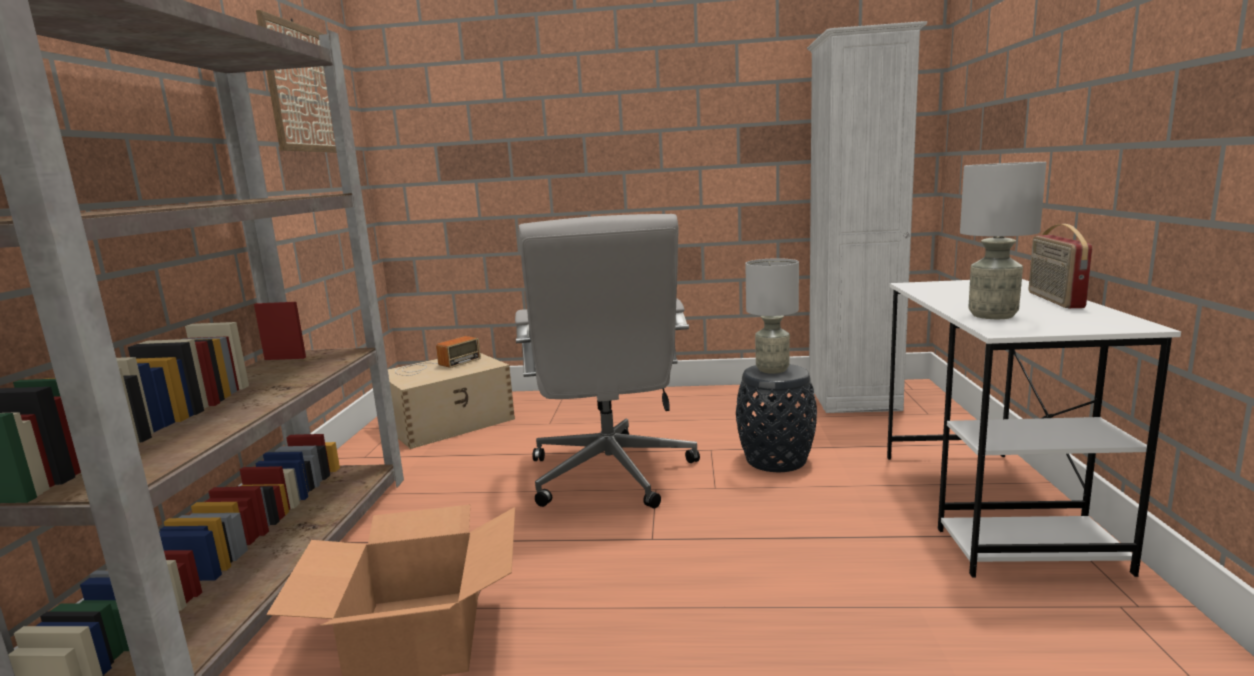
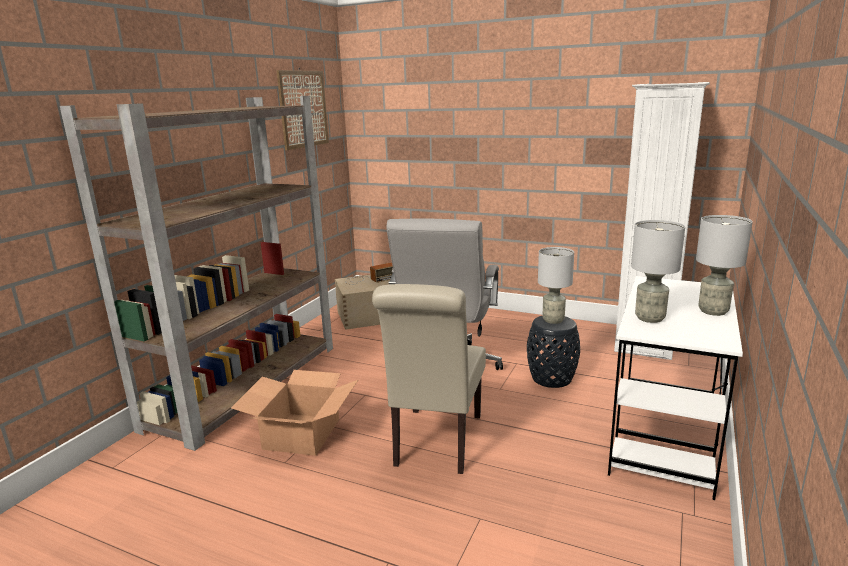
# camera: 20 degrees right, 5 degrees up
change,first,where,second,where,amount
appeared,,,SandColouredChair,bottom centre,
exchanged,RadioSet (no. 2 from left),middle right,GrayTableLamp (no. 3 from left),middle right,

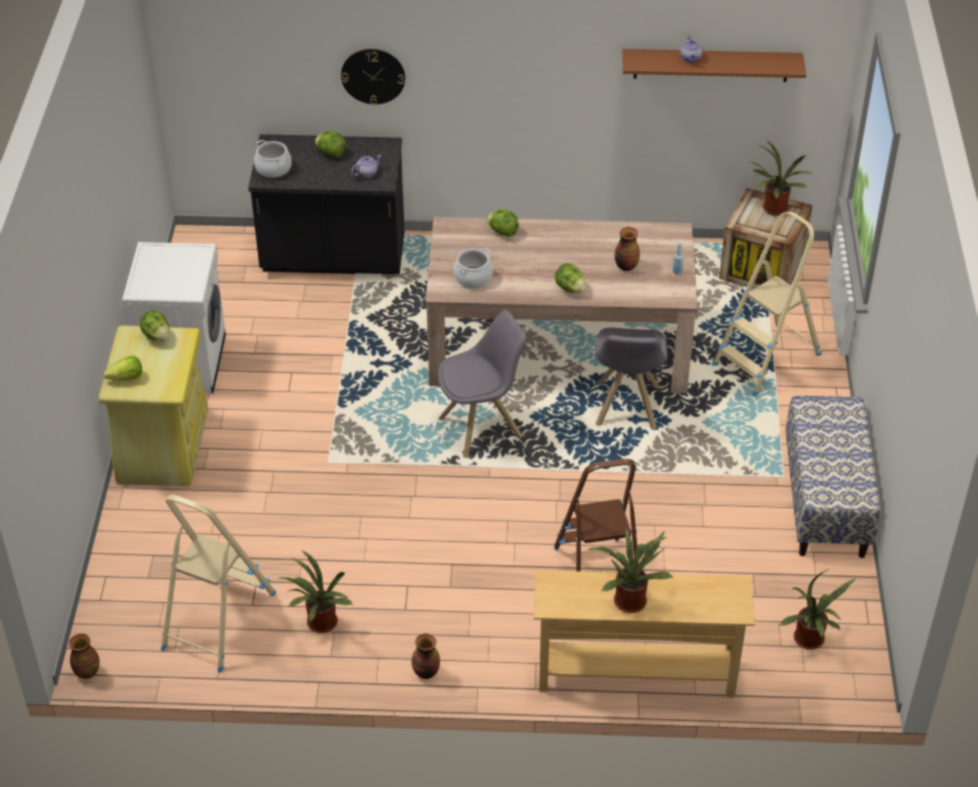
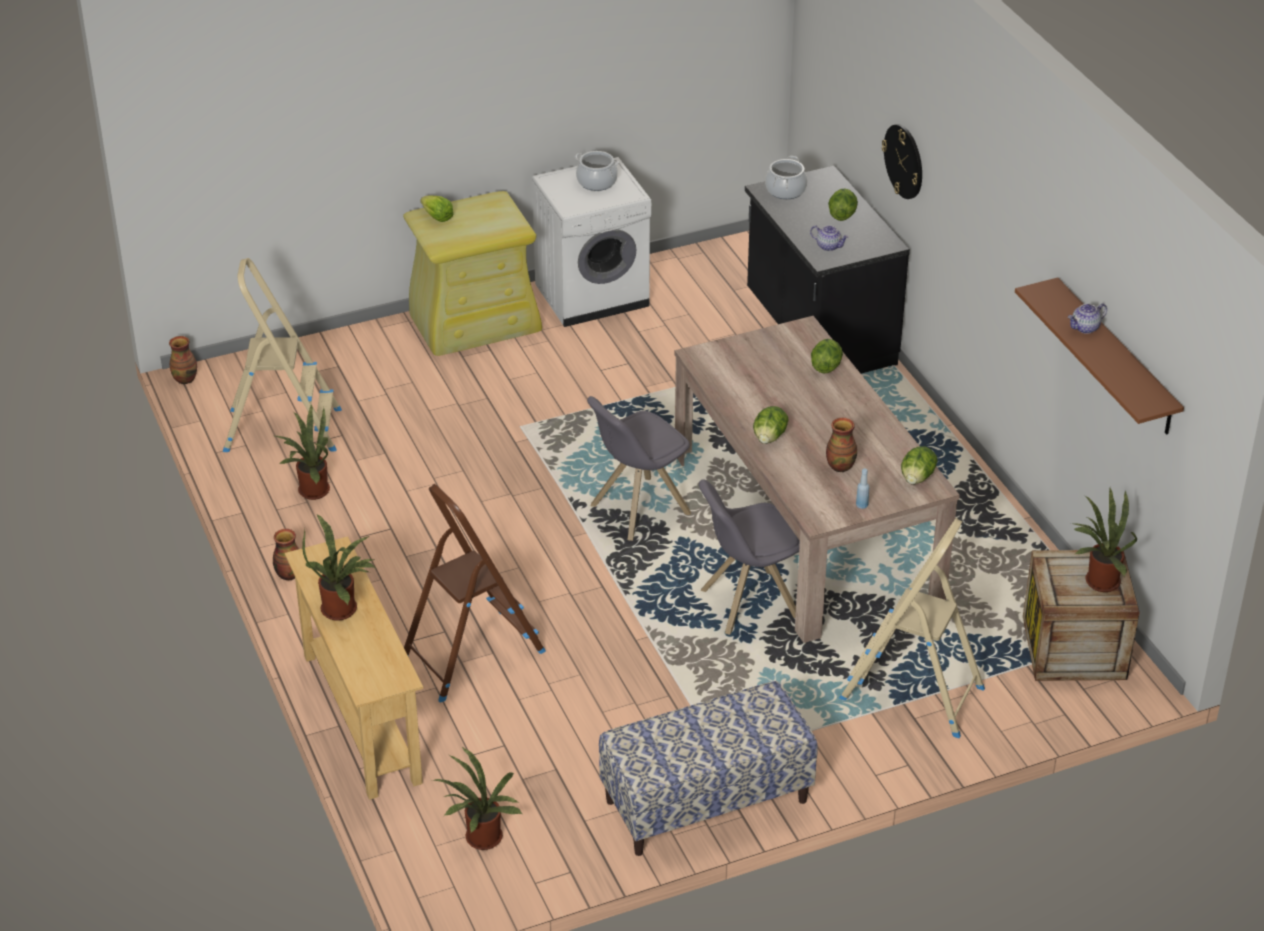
# camera: 65 degrees right, 5 degrees down
change,first,where,second,where,amount
relocated,HeadOfLettuce (no. 2 from left in the first image),middle left,HeadOfLettuce (no. 5 from left),middle right,
relocated,Saucepot (no. 2 from left in the first image),centre,Saucepot (no. 1 from left),top centre,
spun,GrayChair (no. 1 from left),centre,,centre,105 degrees clockwise

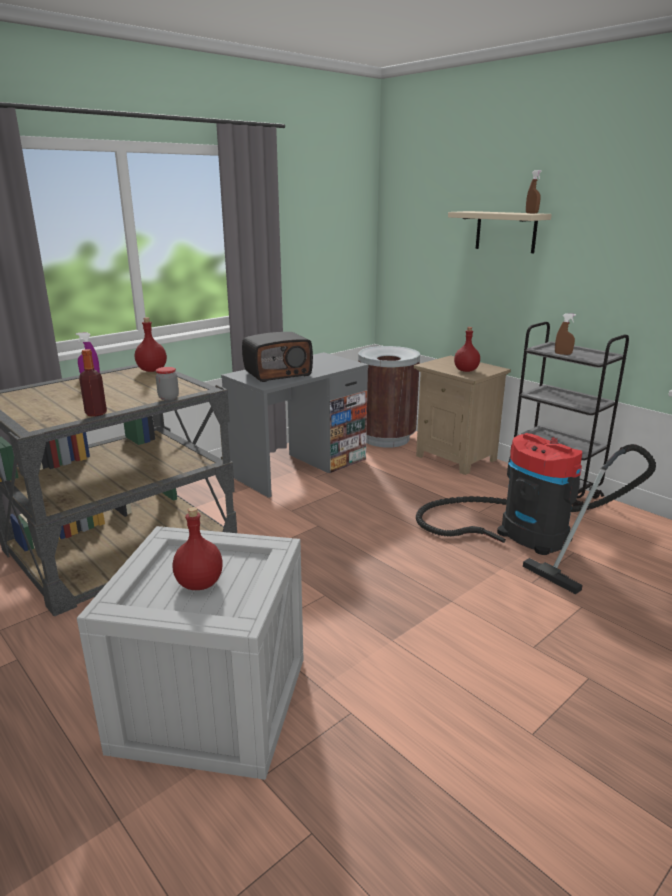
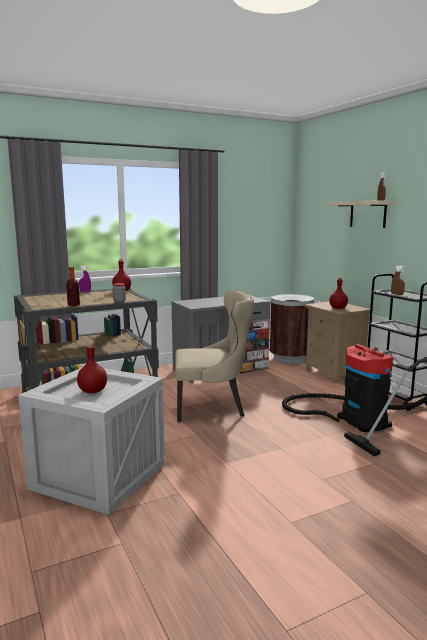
# camera: 15 degrees right, 10 degrees down
change,first,where,second,where,amount
missing,RadioSet,centre,,,
appeared,,,SandColouredChair,centre,

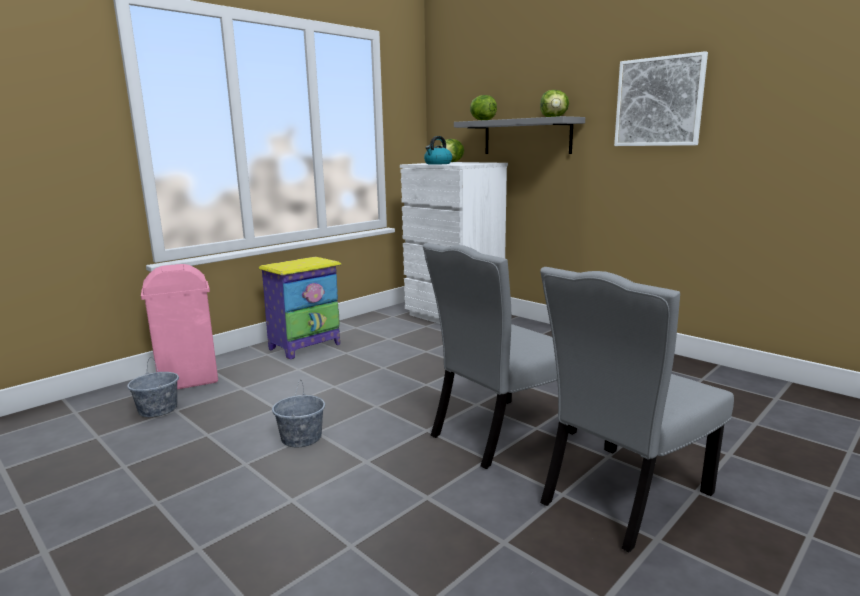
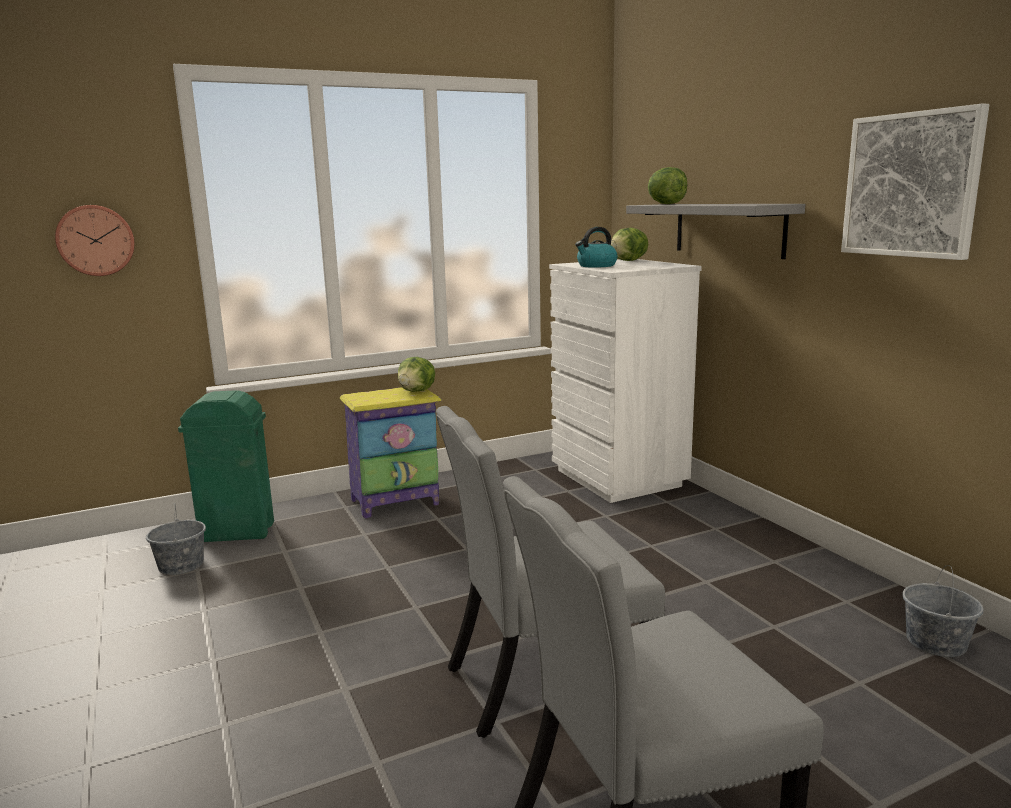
# camera: 20 degrees right, 0 degrees up
change,first,where,second,where,amount
appeared,,,WallClock,top left,
relocated,GrayBucket (no. 2 from left),bottom centre,,bottom right,
relocated,HeadOfLettuce (no. 3 from left in the first image),top centre,HeadOfLettuce (no. 1 from left),centre,
colour,PinkishRubbishBin,middle left,GreenishRubbishBin,middle left,

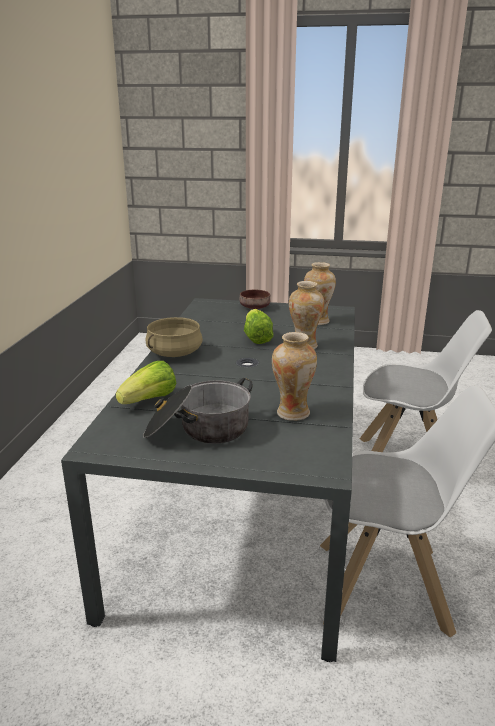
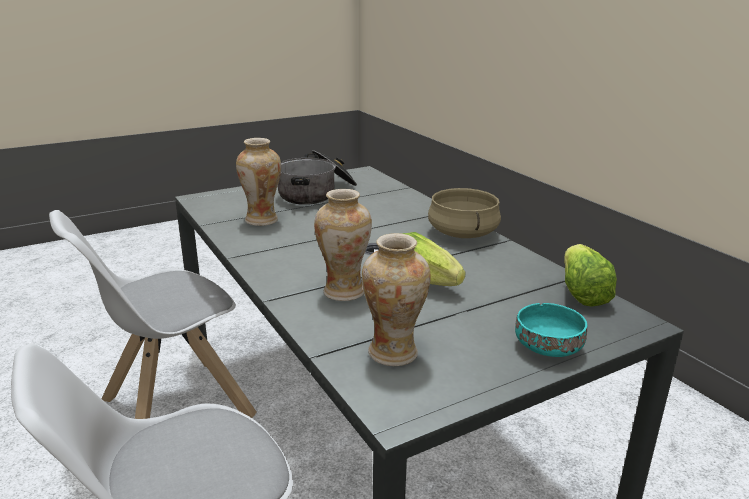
# camera: 140 degrees right, 0 degrees up
change,first,where,second,where,amount
relocated,HeadOfLettuce (no. 1 from left in the first image),middle left,HeadOfLettuce (no. 2 from left),middle right,
colour,BrownServingBowl,centre,TurquoiseColouredServingBowl,middle right,

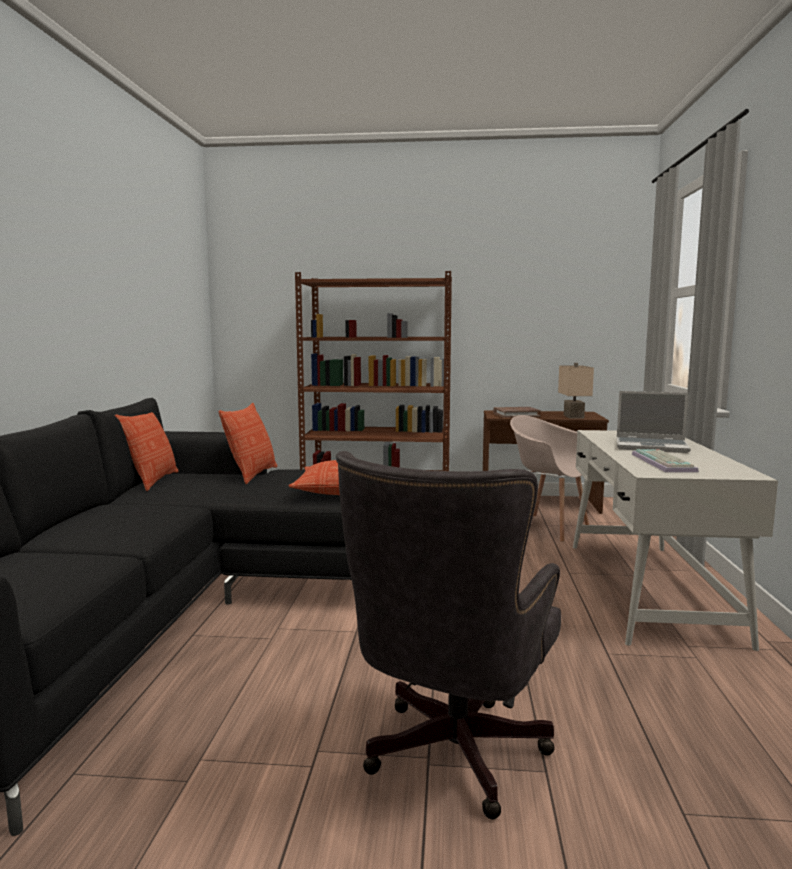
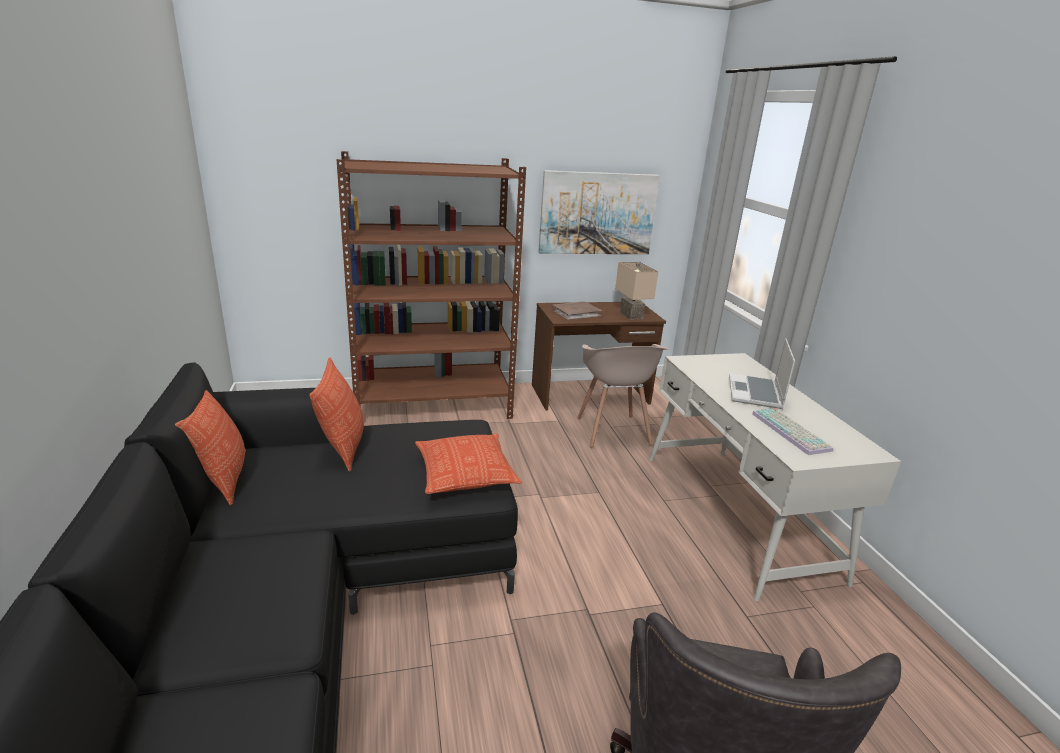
# camera: 20 degrees left, 15 degrees up
change,first,where,second,where,amount
appeared,,,WallPicture,top centre,
spun,SandColouredChair,middle right,,centre,120 degrees counterclockwise
spun,PortableComputer,middle right,,middle right,105 degrees clockwise

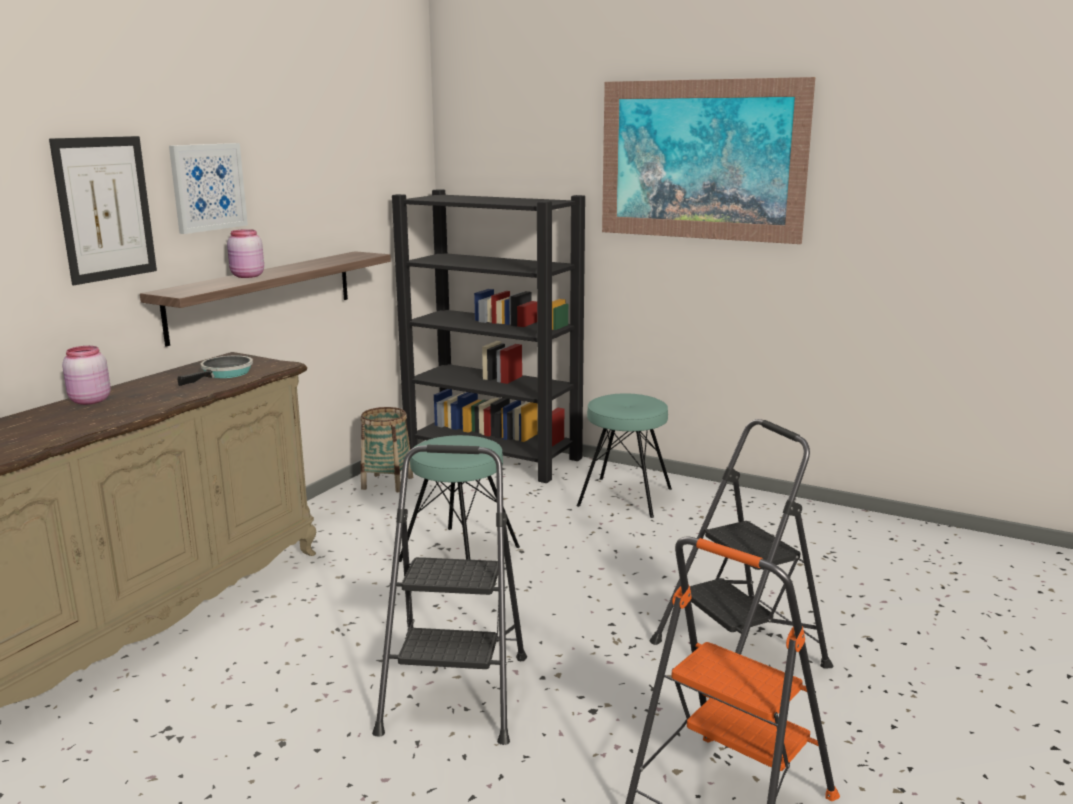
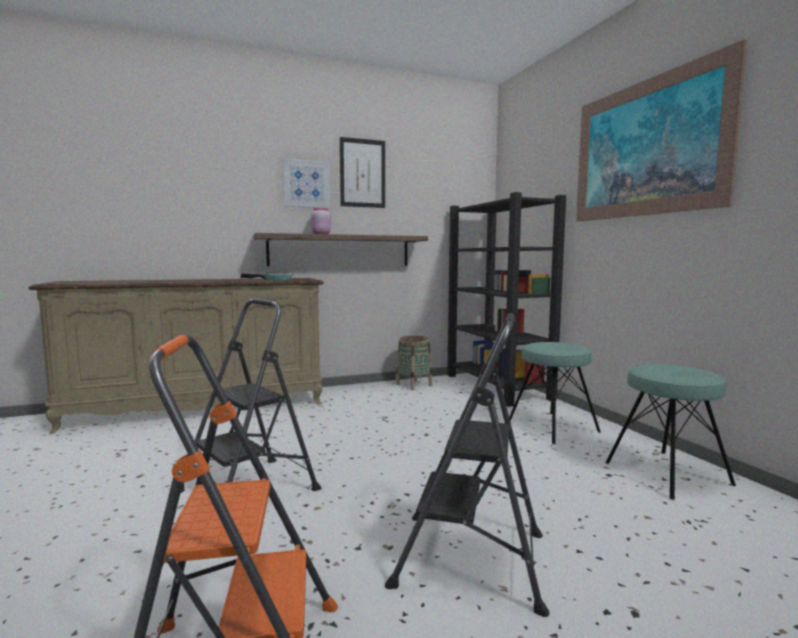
# camera: 40 degrees right, 10 degrees down
change,first,where,second,where,amount
missing,PinkishJar (no. 1 from left),middle left,,,
relocated,WallPicture (no. 1 from left in the first image),top left,WallPicture (no. 2 from left),top centre,
relocated,TurquoiseColouredStool (no. 1 from left in the first image),centre,TurquoiseColouredStool (no. 2 from left),bottom right,

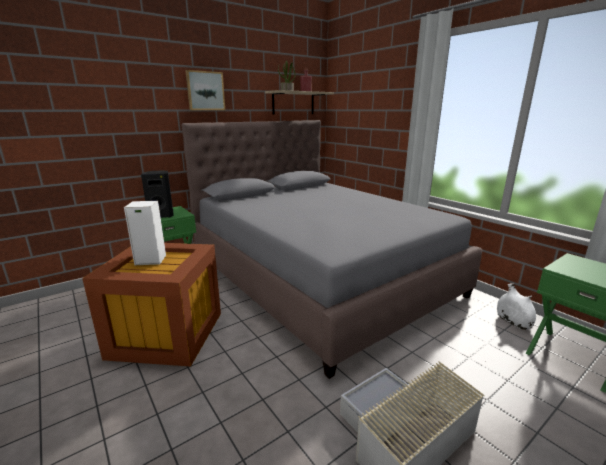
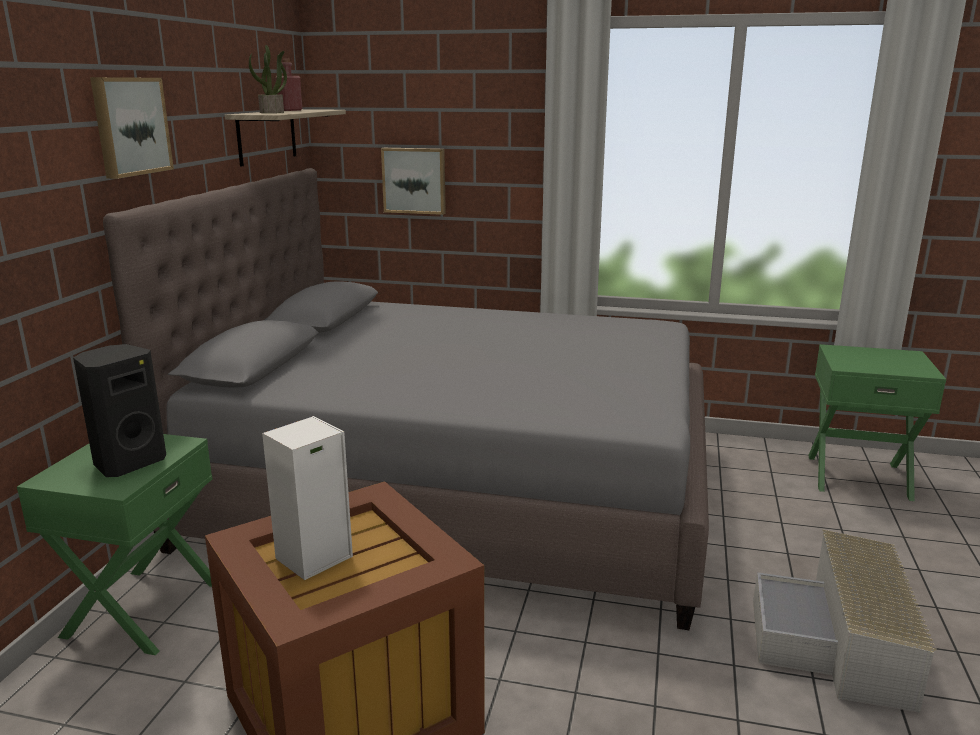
# camera: 40 degrees left, 0 degrees up
change,first,where,second,where,amount
missing,WhiteFlowerVase,middle right,,,
appeared,,,WallPicture (no. 2 from left),top centre,

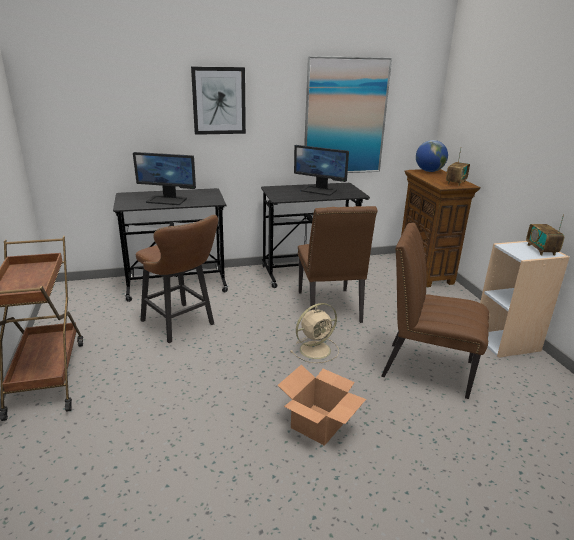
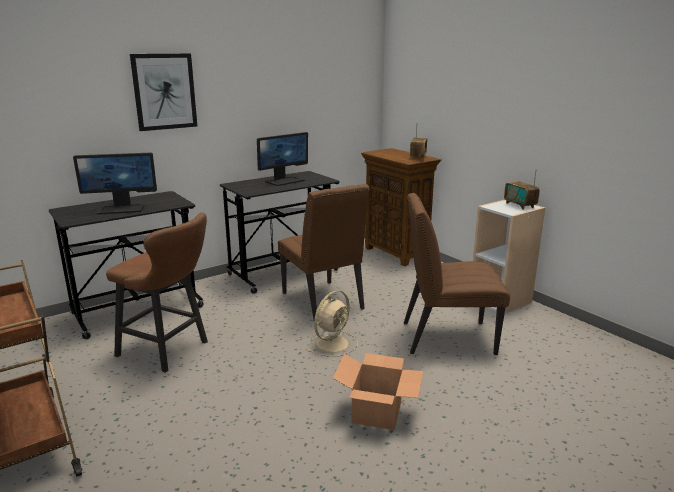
# camera: 20 degrees left, 5 degrees down
change,first,where,second,where,amount
missing,WallPicture (no. 2 from left),top centre,,,
missing,DeskGlobe,top right,,,
spun,ComputerDisplay (no. 2 from left),top centre,,top centre,45 degrees counterclockwise

